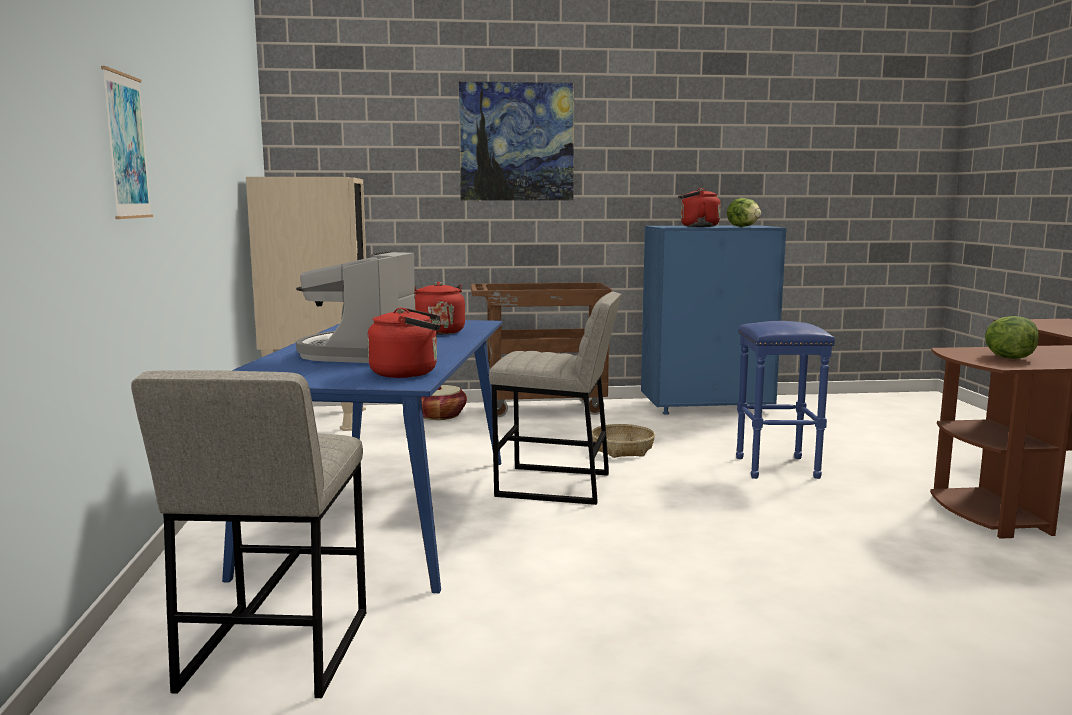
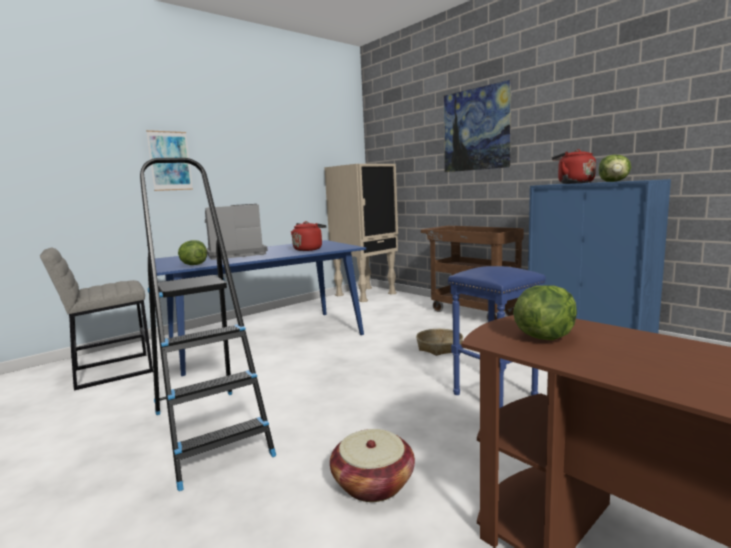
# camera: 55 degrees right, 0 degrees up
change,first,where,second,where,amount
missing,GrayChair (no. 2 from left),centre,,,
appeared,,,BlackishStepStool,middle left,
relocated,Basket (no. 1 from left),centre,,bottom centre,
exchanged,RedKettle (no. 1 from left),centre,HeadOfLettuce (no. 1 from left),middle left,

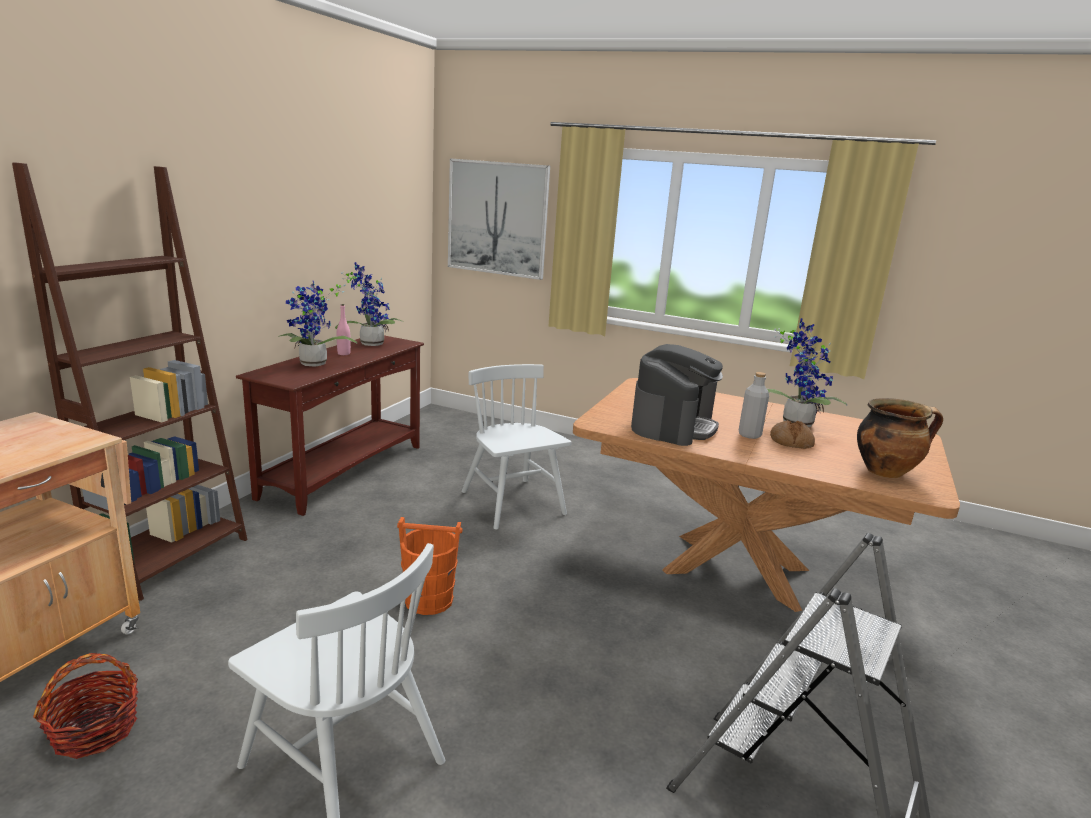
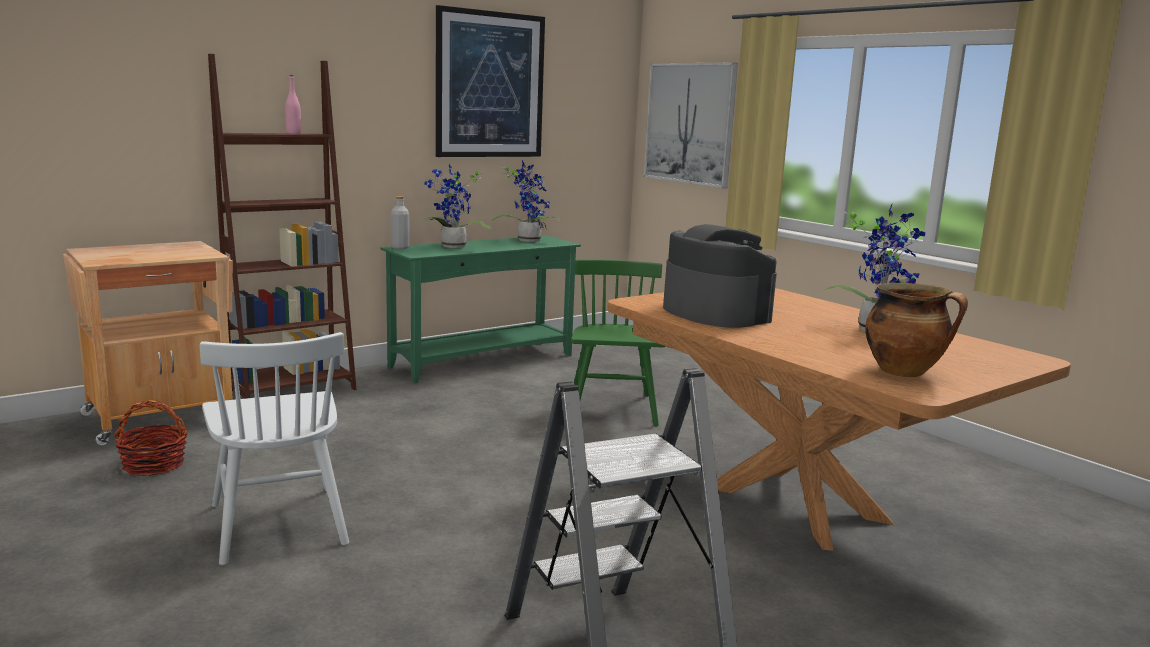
# camera: 30 degrees right, 5 degrees down
change,first,where,second,where,amount
missing,OrangeBucket,bottom centre,,,
missing,BakedBread,middle right,,,
appeared,,,WallPicture (no. 1 from left),top centre,
relocated,PinkishBottle,middle left,,top left,
relocated,GrayBottle,middle right,,centre,
colour,BrownConsoleTable,middle left,GreenishConsoleTable,centre,
colour,WhiteChair (no. 2 from left),centre,GreenishChair,centre,
spun,CoffeeMaker,centre,,centre,90 degrees counterclockwise

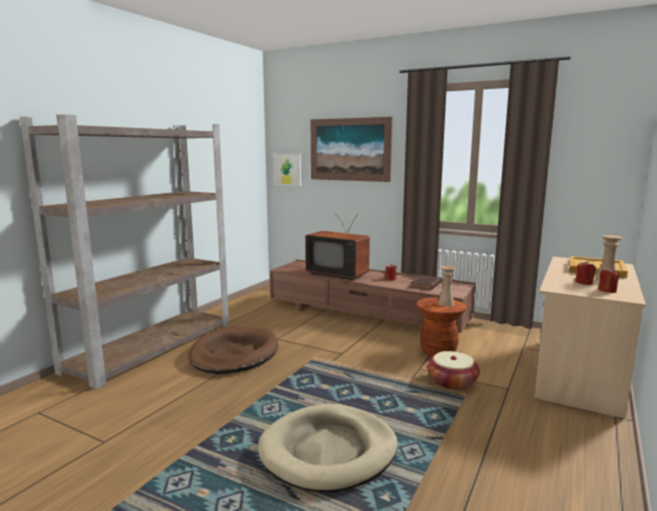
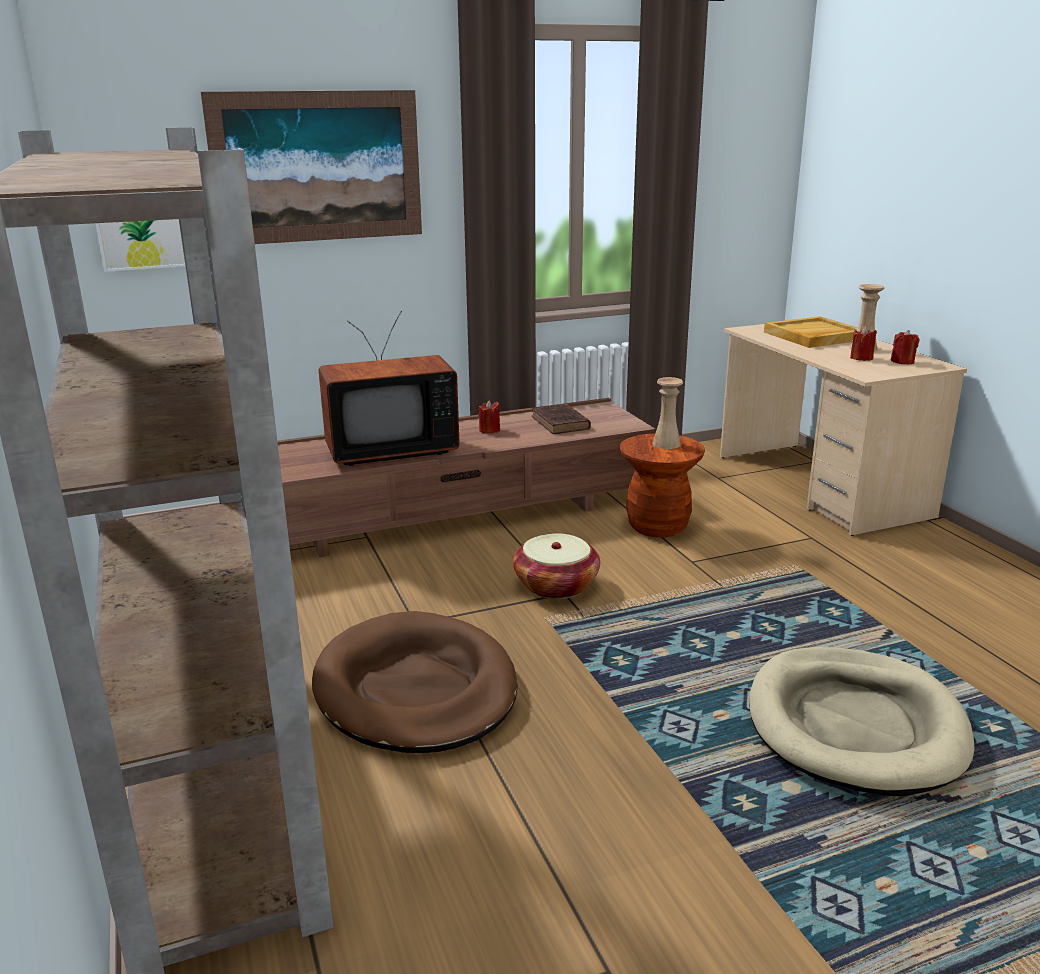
# camera: 50 degrees left, 10 degrees up
change,first,where,second,where,amount
relocated,Basket,bottom right,,centre,

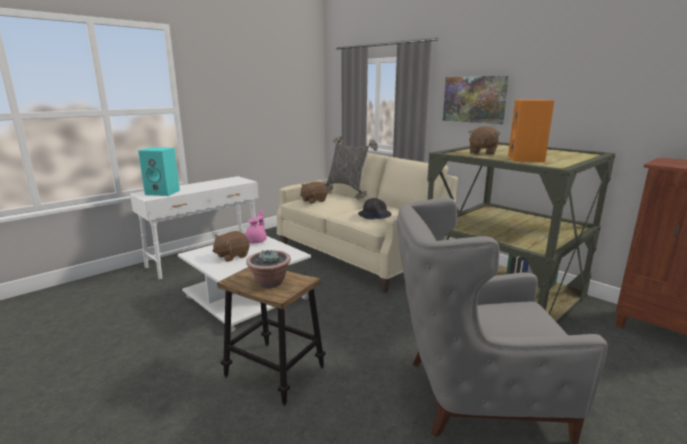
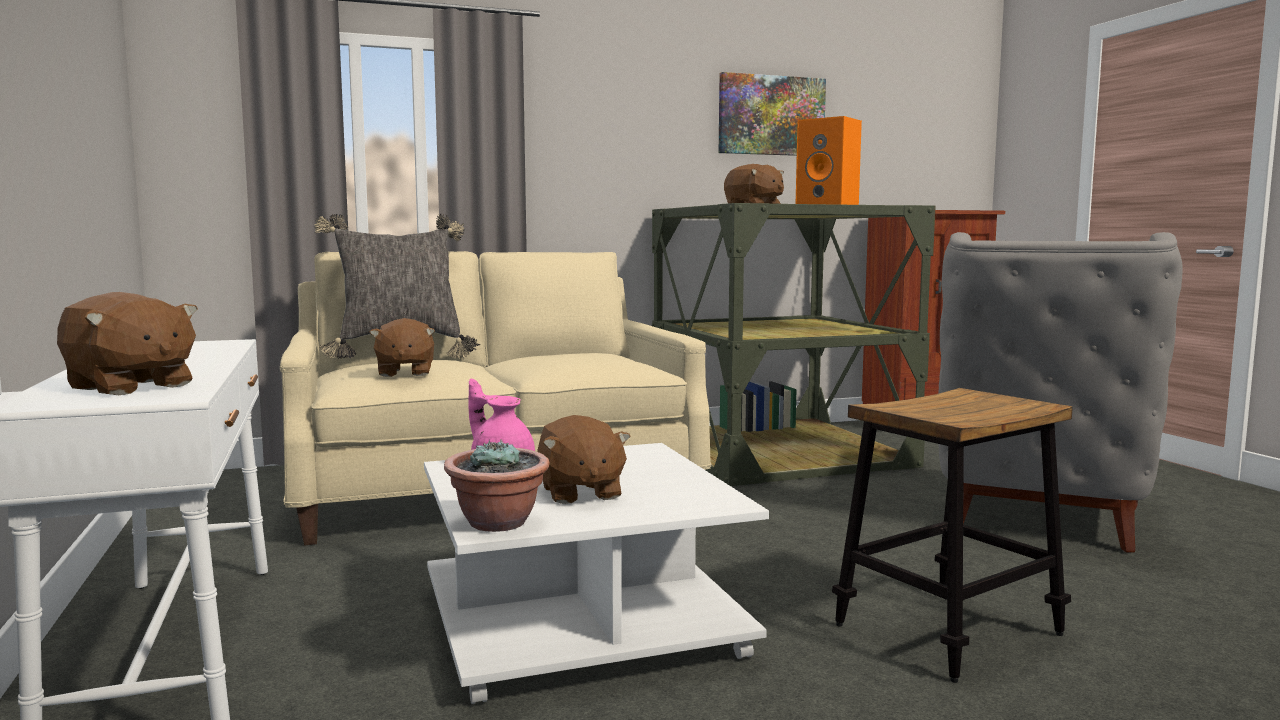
# camera: 65 degrees left, 10 degrees down
change,first,where,second,where,amount
missing,BlackishClothingHat,centre,,,
relocated,Houseplant,centre,,bottom centre,
relocated,WallPicture,top right,,top centre,
exchanged,TurquoiseColouredSpeaker,middle left,BrownSoftToy (no. 1 from left),middle left,

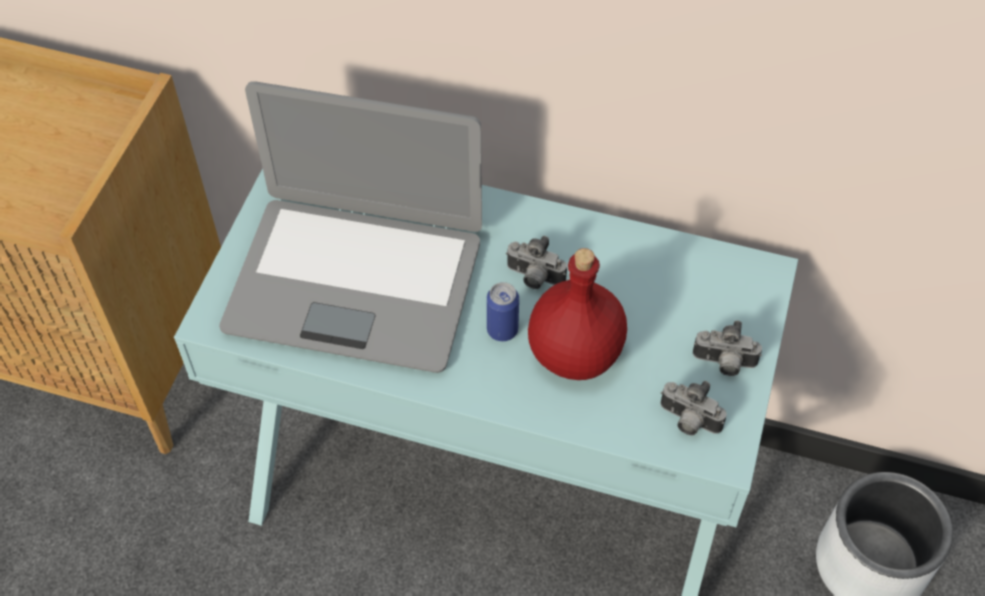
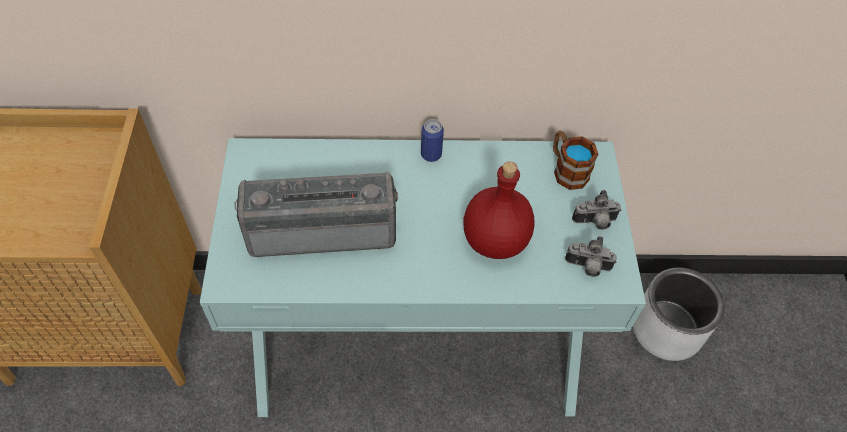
# camera: 20 degrees left, 0 degrees up
change,first,where,second,where,amount
missing,StillCamera (no. 1 from left),centre,,,
appeared,,,CoffeeMug,middle right,
relocated,MetalCan,centre,,top centre,
exchanged,PortableComputer,centre,RadioSet,centre,

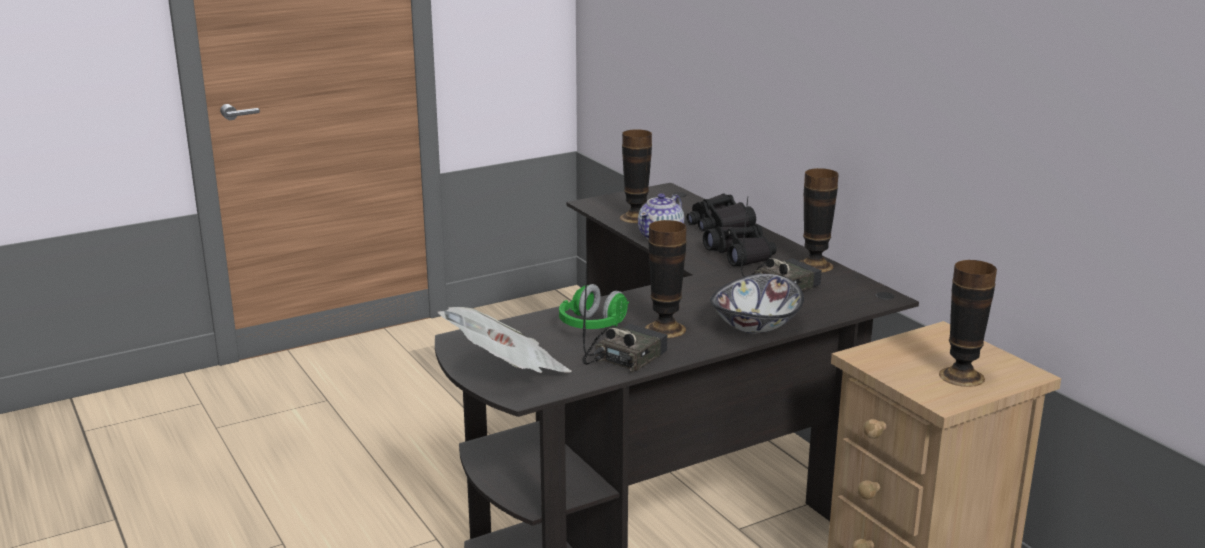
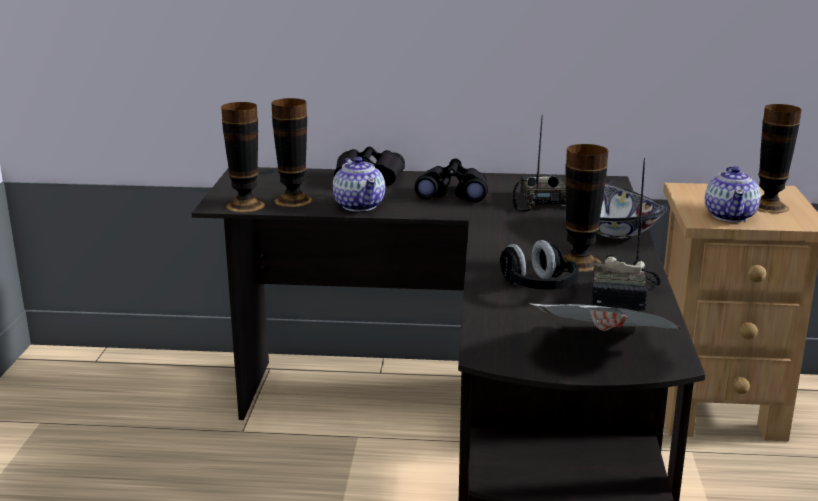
# camera: 55 degrees left, 0 degrees up
change,first,where,second,where,amount
appeared,,,PotForTea (no. 2 from left),middle right,
relocated,FlowerVase (no. 3 from left in the first image),middle right,FlowerVase (no. 1 from left),top left,
colour,GreenishHeadphones,centre,BlackishHeadphones,centre,
spun,RadioSet (no. 1 from left in the first image),centre,RadioSet (no. 2 from left),middle right,150 degrees counterclockwise

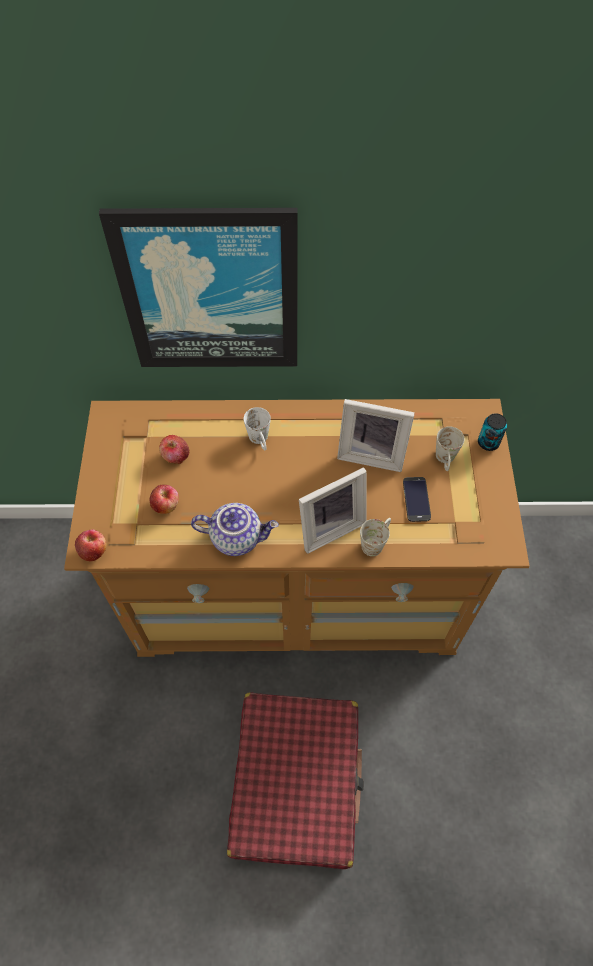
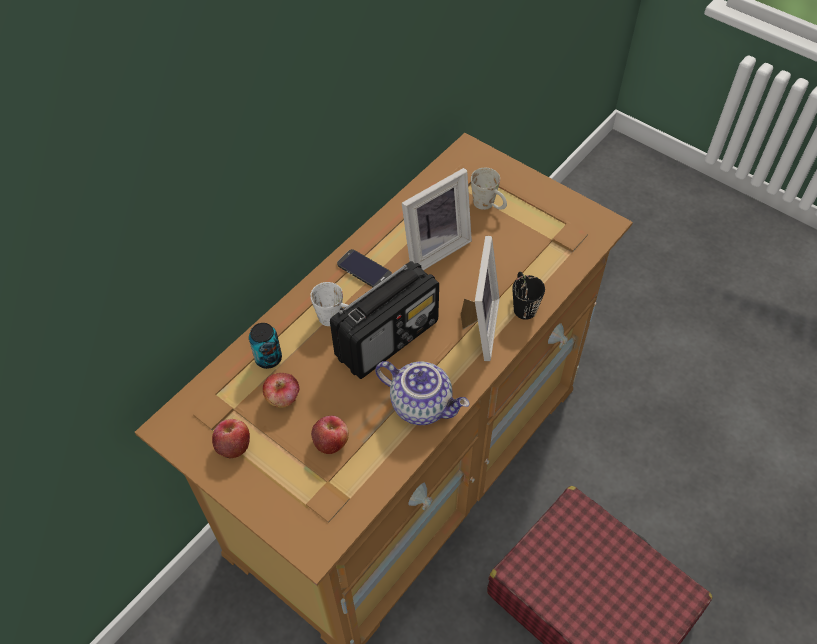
# camera: 50 degrees left, 5 degrees down
change,first,where,second,where,amount
missing,WallPicture,top centre,,,
appeared,,,RadioSet,centre,
relocated,AppleFruit (no. 1 from left),middle left,,bottom left,
relocated,Phone,middle right,,centre,
relocated,MetalCan,middle right,,middle left,
colour,WhiteCoffeeMug (no. 2 from left),centre,BlackishCoffeeMug,centre,
spun,PotForTea,centre,,centre,75 degrees clockwise

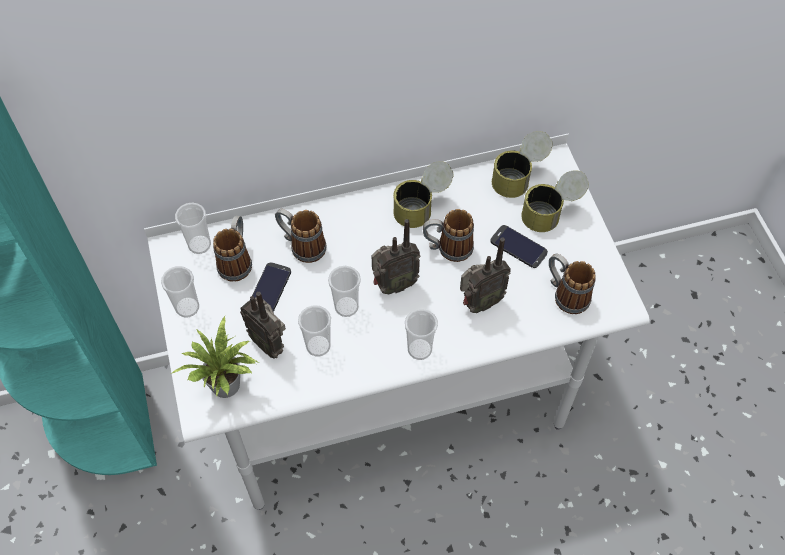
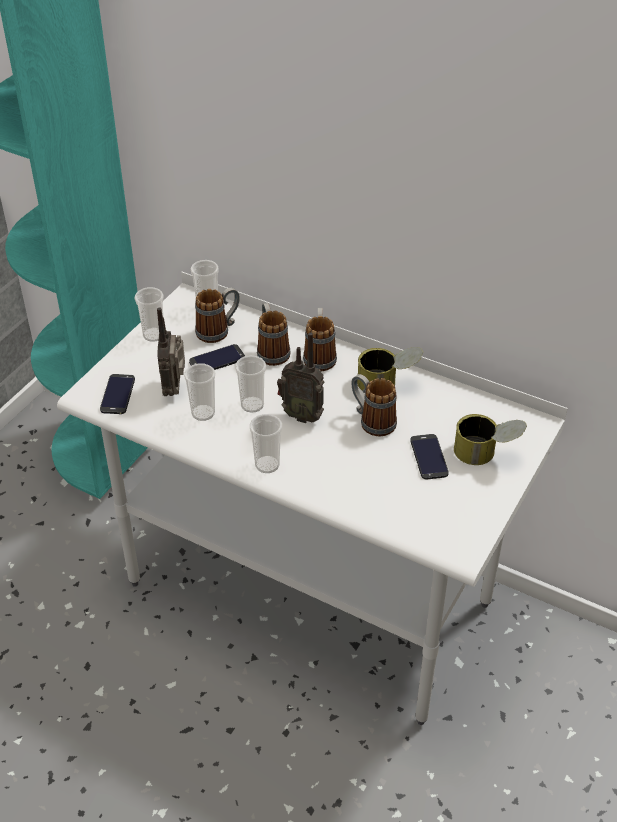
# camera: 45 degrees right, 15 degrees down
change,first,where,second,where,amount
missing,RadioSet (no. 3 from left),centre,,,
missing,MetalCan (no. 2 from left),top centre,,,
relocated,CoffeeMug (no. 4 from left in the first image),middle right,CoffeeMug (no. 3 from left),centre,
exchanged,Houseplant,middle left,Phone (no. 1 from left),middle left,

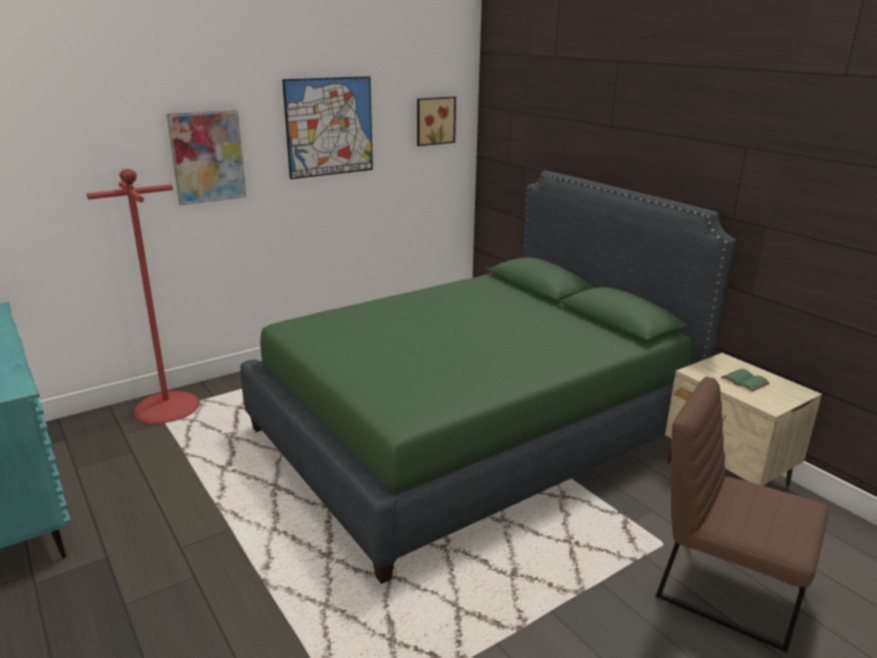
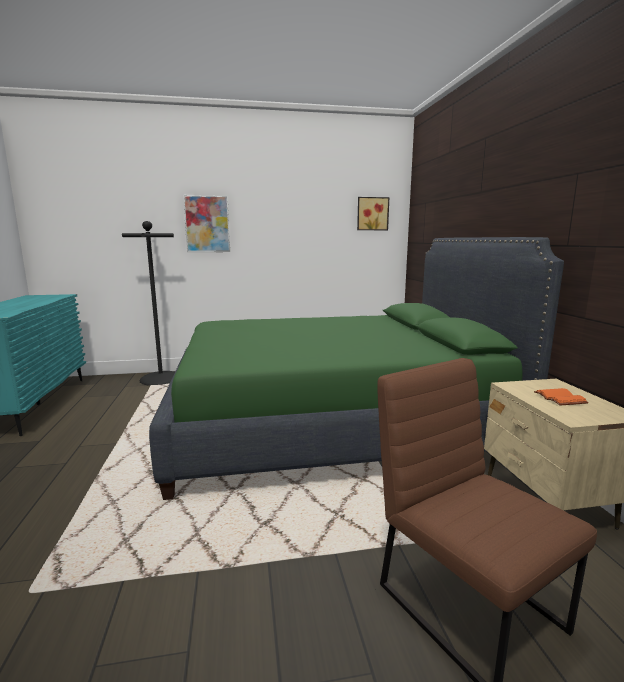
# camera: 25 degrees right, 10 degrees down
change,first,where,second,where,amount
missing,WallPicture (no. 2 from left),top centre,,,
colour,RedGarmentStand,middle left,BlackishGarmentStand,middle left,
colour,GreenishBook,middle right,OrangeBook,middle right,

